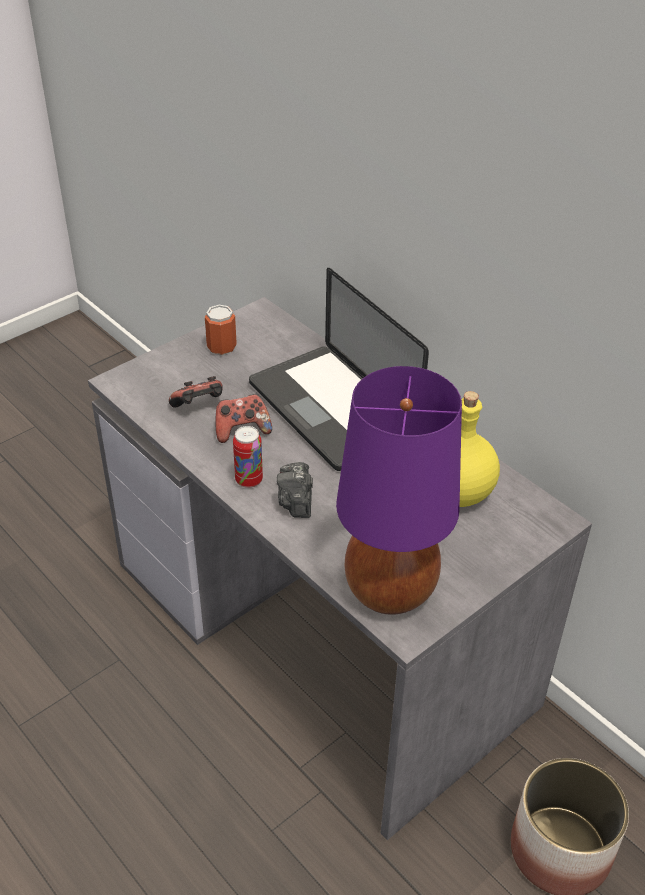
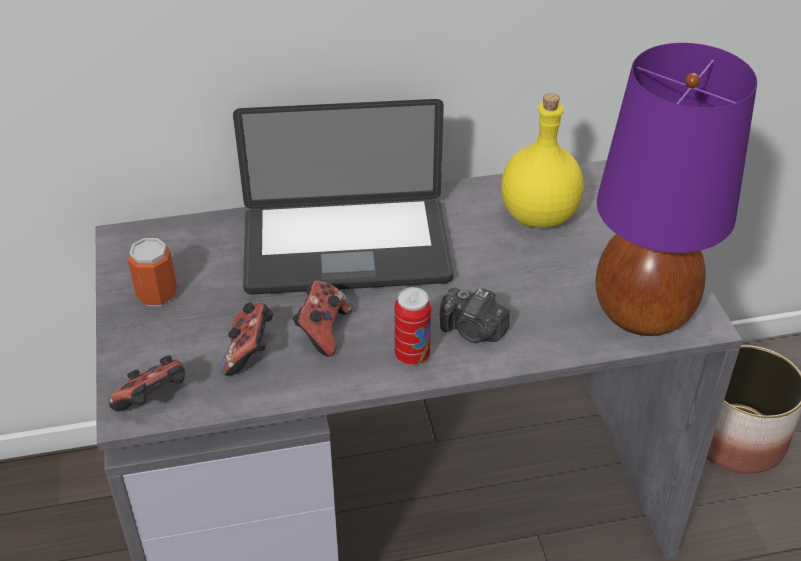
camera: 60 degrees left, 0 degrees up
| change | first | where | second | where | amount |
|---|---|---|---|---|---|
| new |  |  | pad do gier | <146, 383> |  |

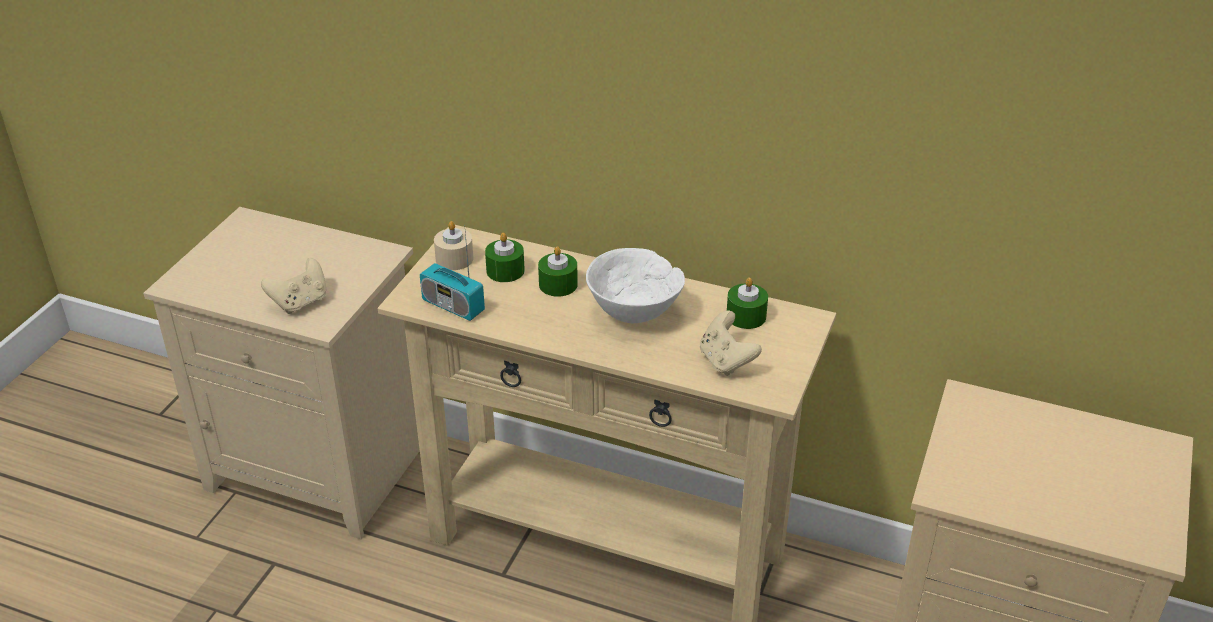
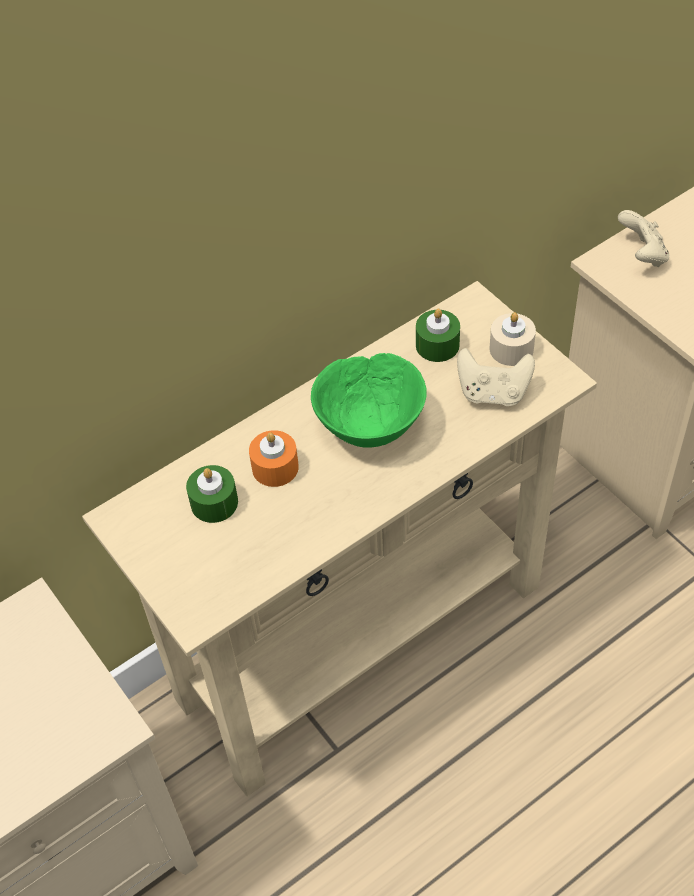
camera: 55 degrees left, 15 degrees up
| change | first | where | second | where | amount |
|---|---|---|---|---|---|
| shifted | świeca [beżowy] | <454, 245> |  | <513, 339> |  |
| gone | radio | <452, 273> |  |  |  |
| repainted | świeca [zielony] | <558, 271> | świeca [pomarańczowy] | <274, 458> |  |
| repainted | miska [biały] | <635, 286> | miska [zielony] | <369, 400> |  |
| shifted | pad do gier [beżowy] | <293, 286> |  | <643, 238> |  |

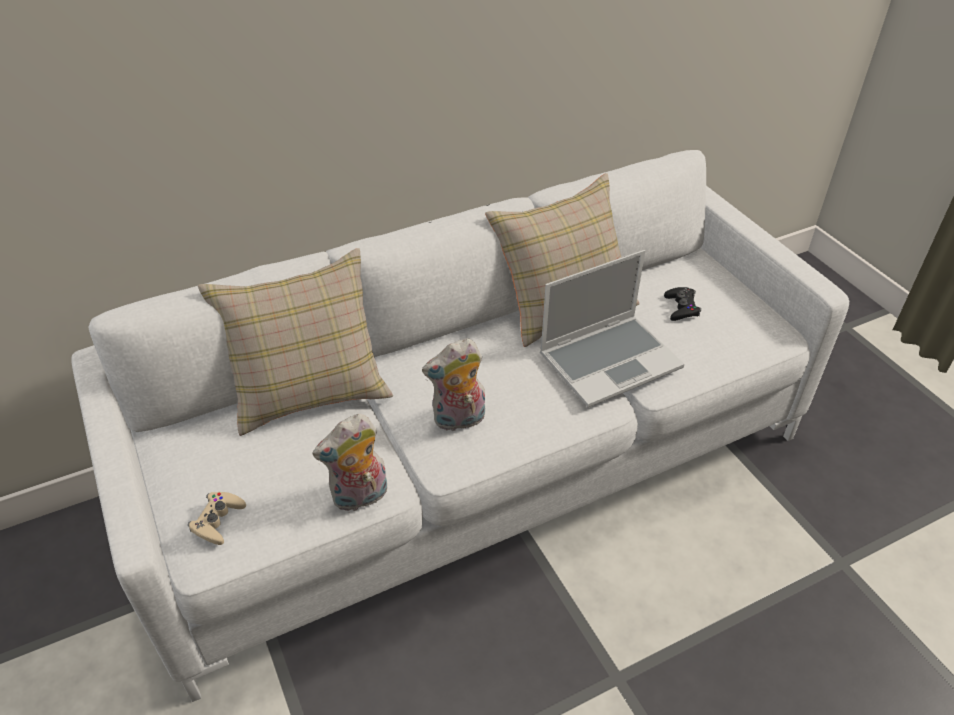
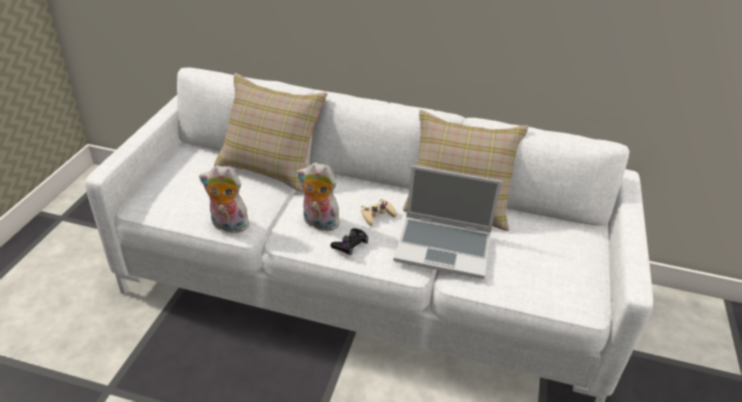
camera: 40 degrees right, 5 degrees down
| change | first | where | second | where | amount |
|---|---|---|---|---|---|
| shifted | pad do gier [czarny] | <682, 304> |  | <349, 241> |  |
| shifted | pad do gier [beżowy] | <217, 518> |  | <379, 212> |  |

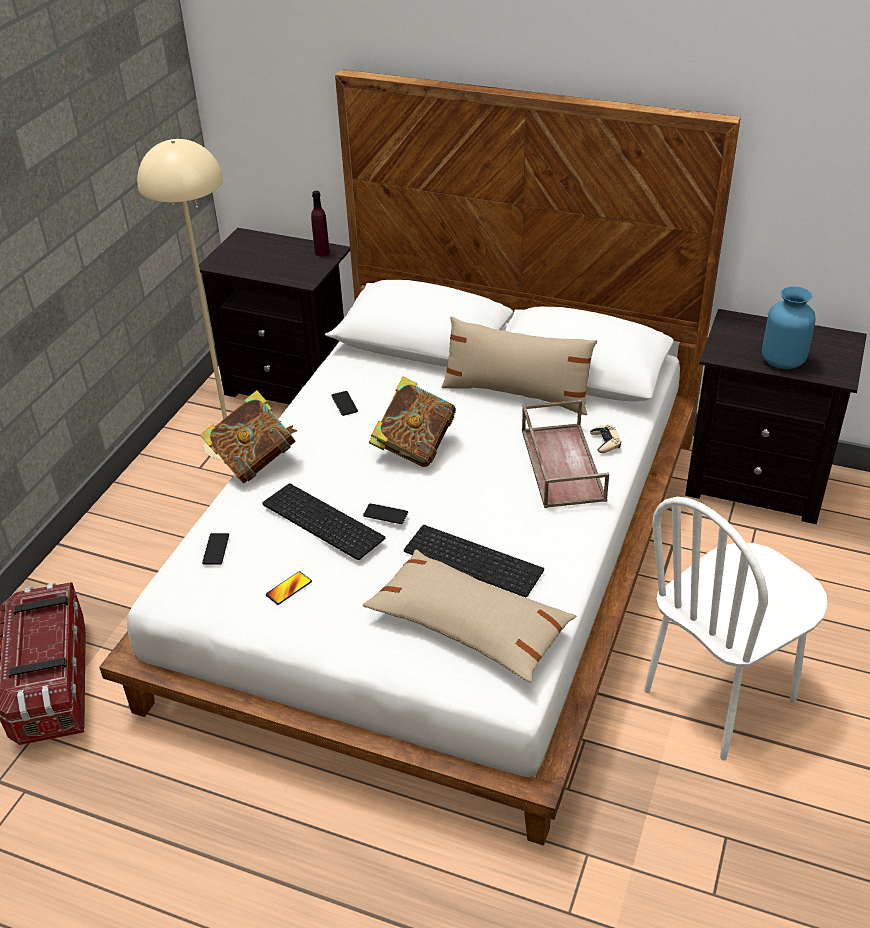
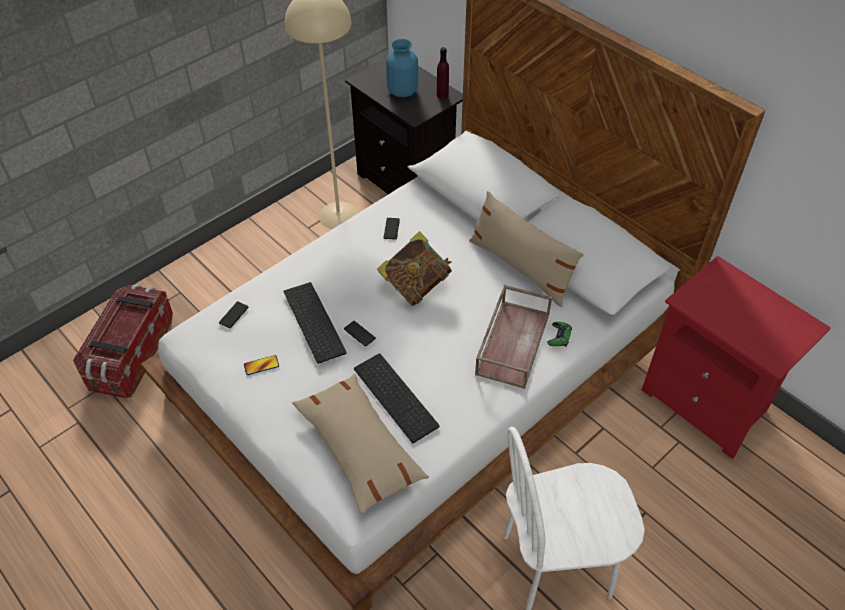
camera: 25 degrees right, 10 degrees up
| change | first | where | second | where | amount |
|---|---|---|---|---|---|
| shifted | wazon [niebieski] | <788, 327> |  | <402, 68> |  |
| repainted | szafka nocna [czarny] | <776, 416> | szafka nocna [czerwony] | <736, 357> |  |
| gone | książka | <249, 437> |  |  |  |
| repainted | pad do gier [beżowy] | <605, 439> | pad do gier [zielony] | <559, 334> |  |

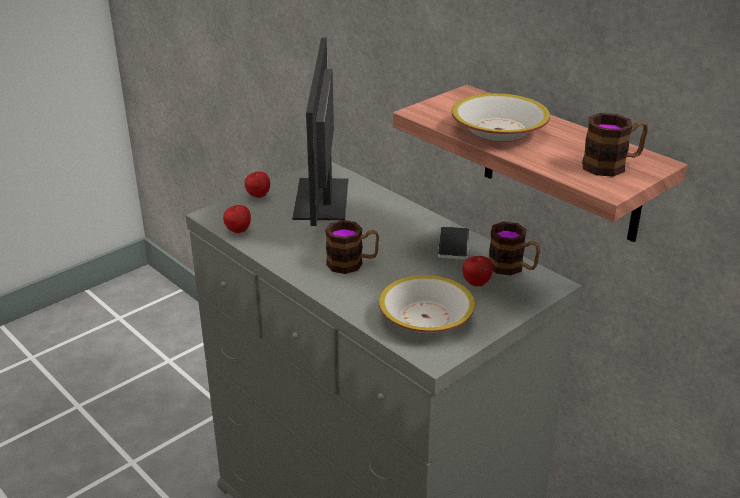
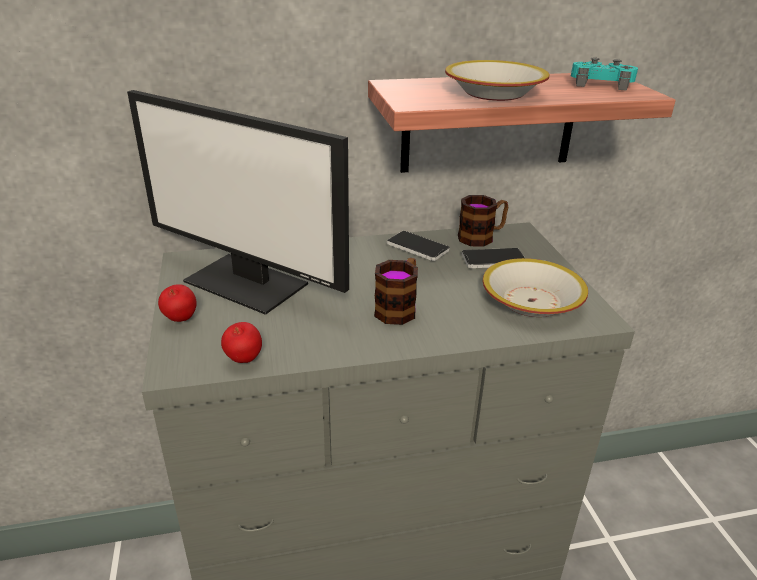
camera: 60 degrees left, 0 degrees up
| change | first | where | second | where | amount |
|---|---|---|---|---|---|
| swapped | kubek | <615, 145> | pad do gier [turkusowy] | <604, 73> |  |
| swapped | jabłko | <477, 271> | telefon | <493, 258> |  |

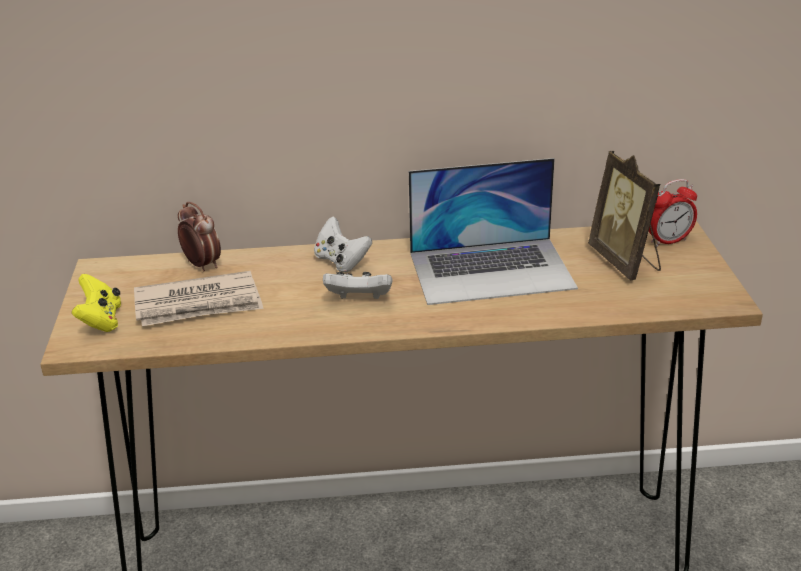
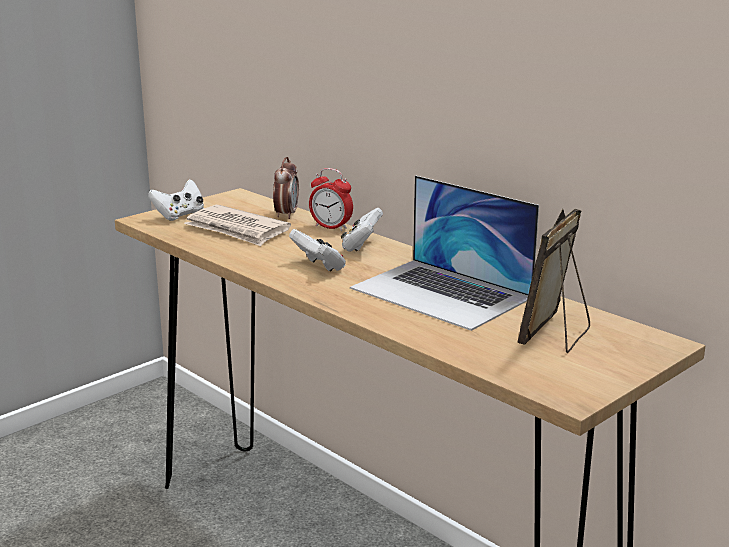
camera: 50 degrees right, 10 degrees down
| change | first | where | second | where | amount |
|---|---|---|---|---|---|
| shifted | budzik | <673, 213> |  | <331, 199> |  |
| repainted | pad do gier [żółty] | <96, 303> | pad do gier [biały] | <176, 200> |  |

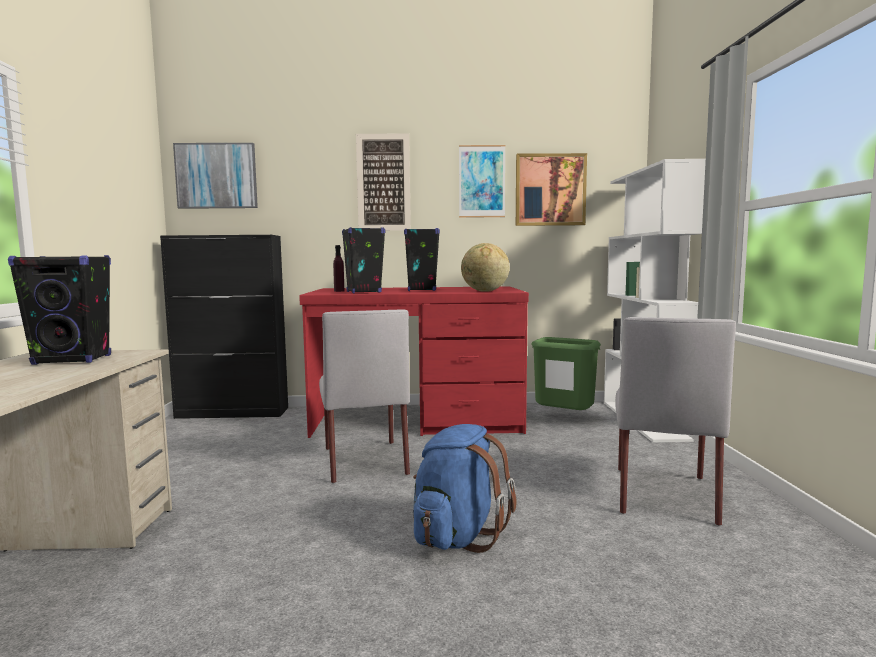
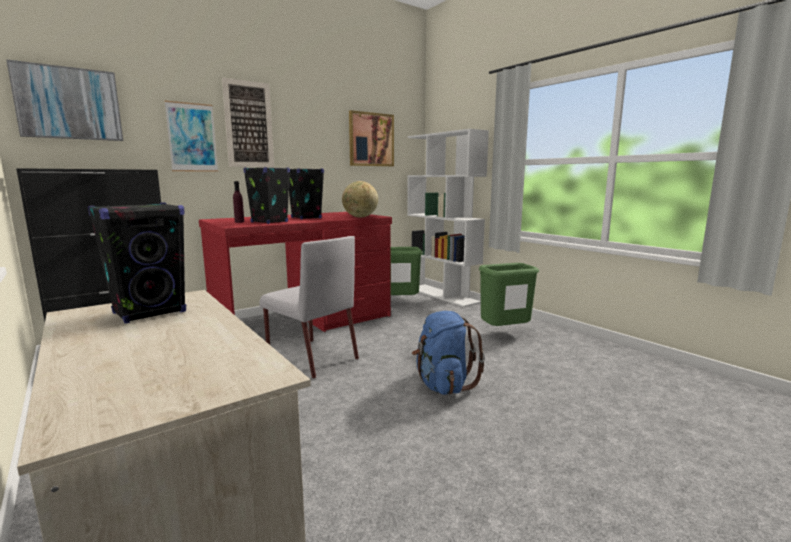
camera: 35 degrees left, 5 degrees up
| change | first | where | second | where | amount |
|---|---|---|---|---|---|
| shifted | obraz | <482, 181> |  | <191, 136> |  |
| swapped | krzesło [szary] | <675, 421> | kosz na śmieci [zielony] | <508, 294> |  |

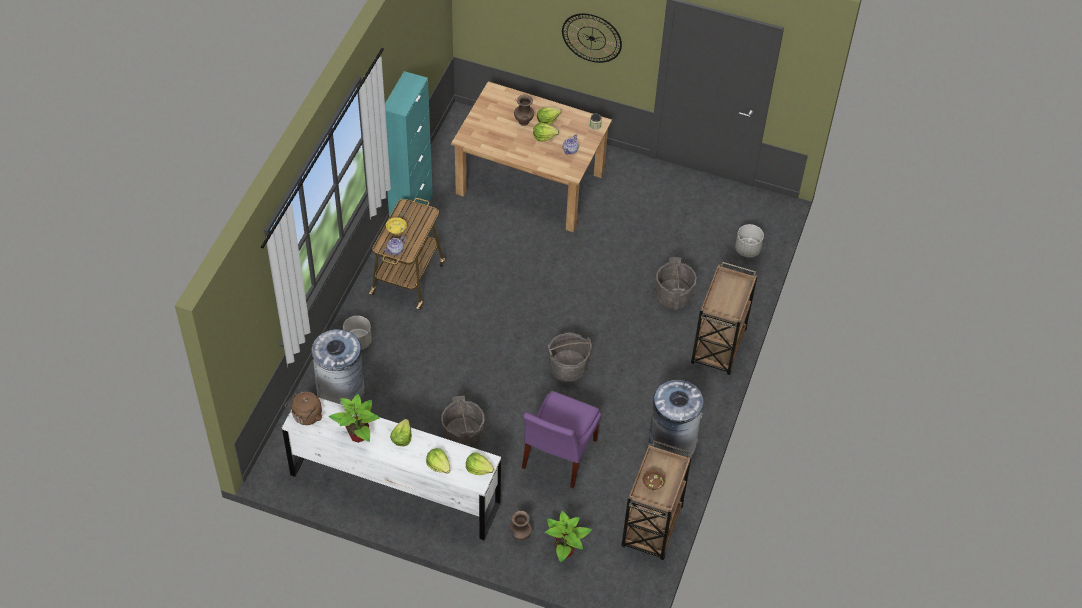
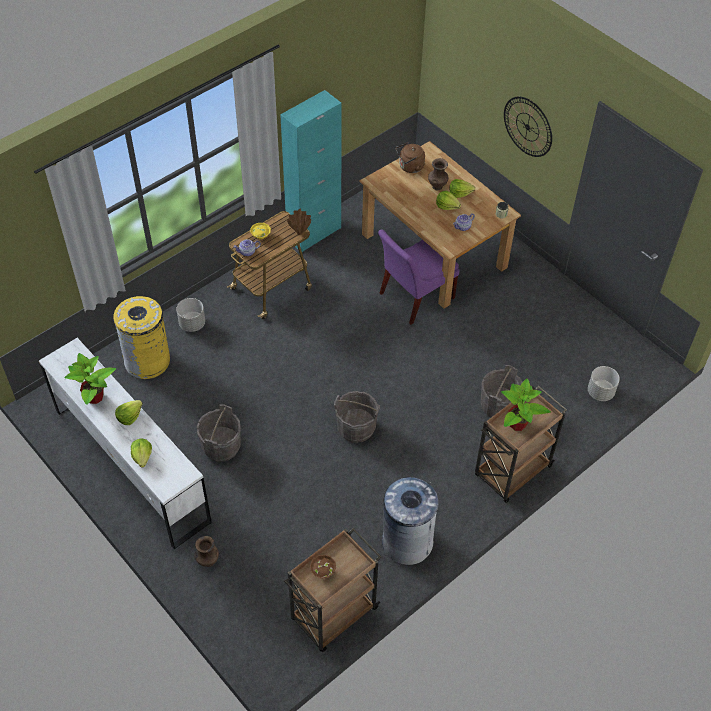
camera: 30 degrees right, 0 degrees up
| change | first | where | second | where | amount |
|---|---|---|---|---|---|
| repainted | kosz na śmieci [szary] | <338, 367> | kosz na śmieci [żółty] | <141, 337> |  |
| shifted | krzesło [fioletowy] | <561, 439> |  | <419, 277> |  |
| shifted | czajnik [brązowy] | <303, 408> |  | <410, 157> |  |
| gone | sałata | <480, 463> |  |  |  |
| shifted | roślina doniczkowa | <568, 536> |  | <526, 404> |  |
| new |  |  | wazon [brązowy] | <299, 221> |  |

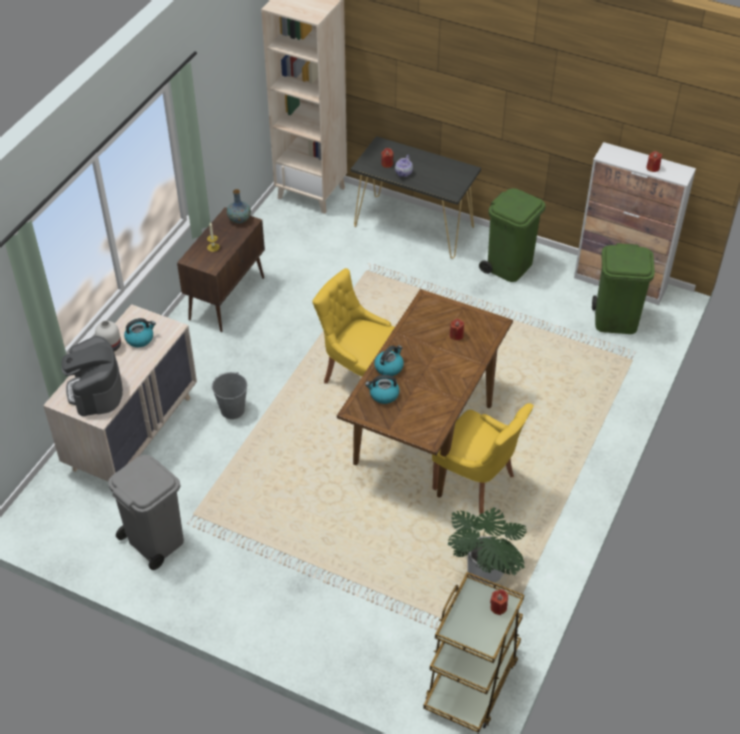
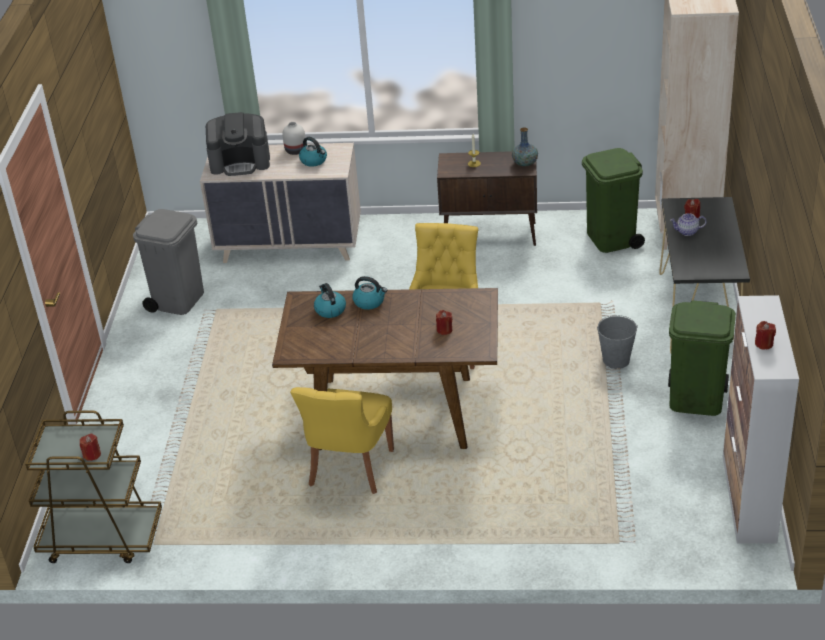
camera: 70 degrees right, 10 degrees down
| change | first | where | second | where | amount |
|---|---|---|---|---|---|
| shifted | kosz na śmieci [zielony] | <623, 288> |  | <613, 200> |  |
| rotated | ekspres do kawy | <92, 376> |  | <238, 144> | 150 degrees counterclockwise |
| shifted | wiadro [szary] | <229, 395> |  | <617, 342> |  |
| gone | roślina doniczkowa | <487, 545> |  |  |  |

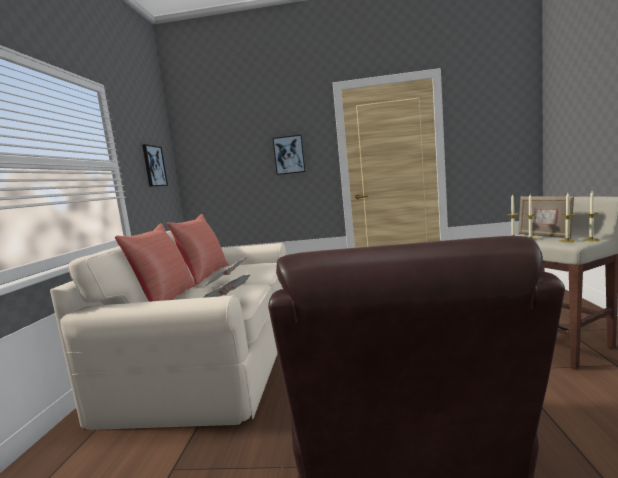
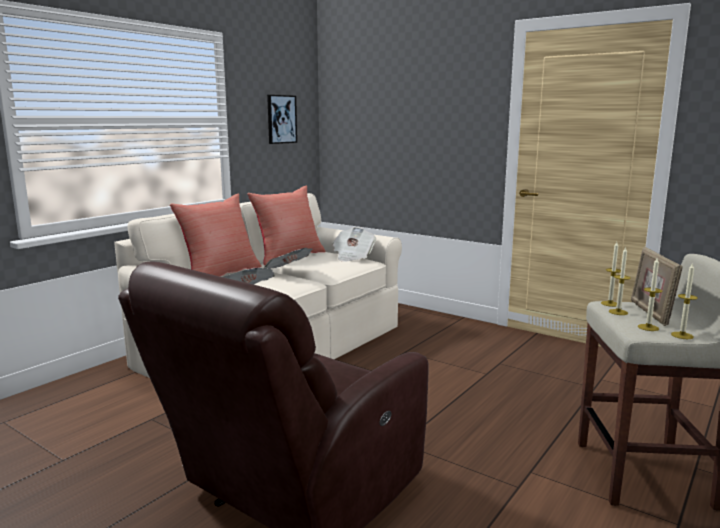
camera: 30 degrees right, 5 degrees up
| change | first | where | second | where | amount |
|---|---|---|---|---|---|
| gone | obraz | <289, 155> |  |  |  |
| new |  |  | gazeta | <354, 244> |  |

